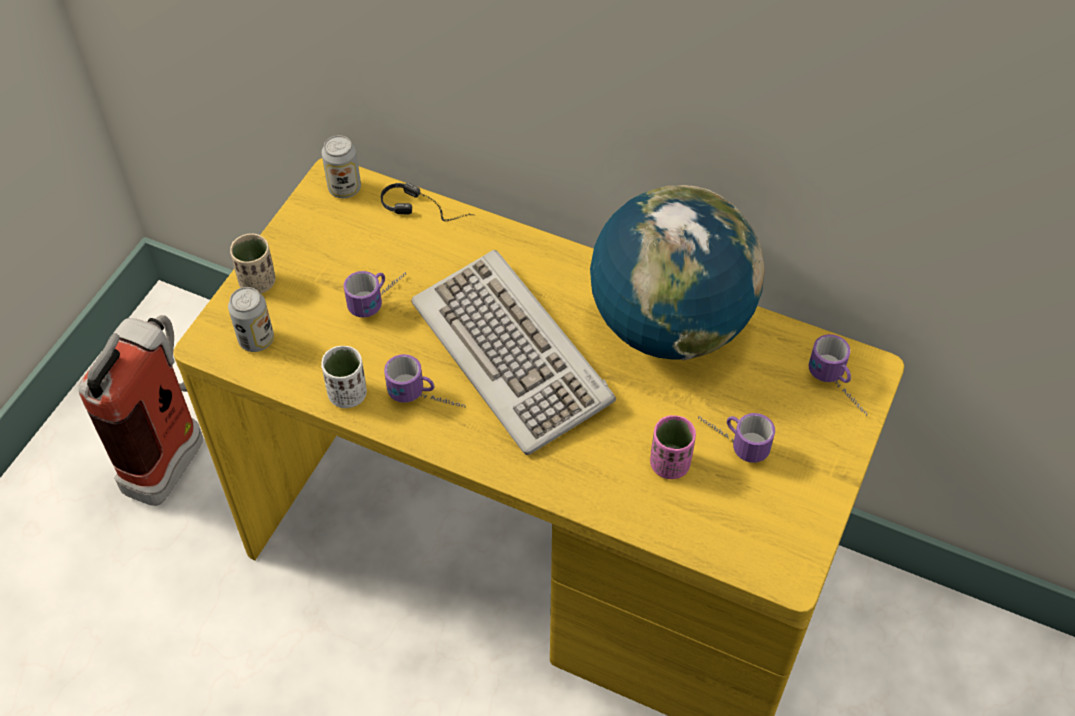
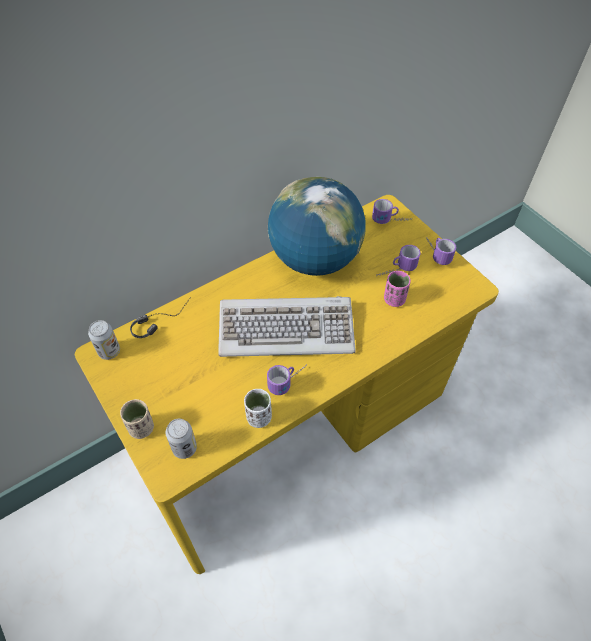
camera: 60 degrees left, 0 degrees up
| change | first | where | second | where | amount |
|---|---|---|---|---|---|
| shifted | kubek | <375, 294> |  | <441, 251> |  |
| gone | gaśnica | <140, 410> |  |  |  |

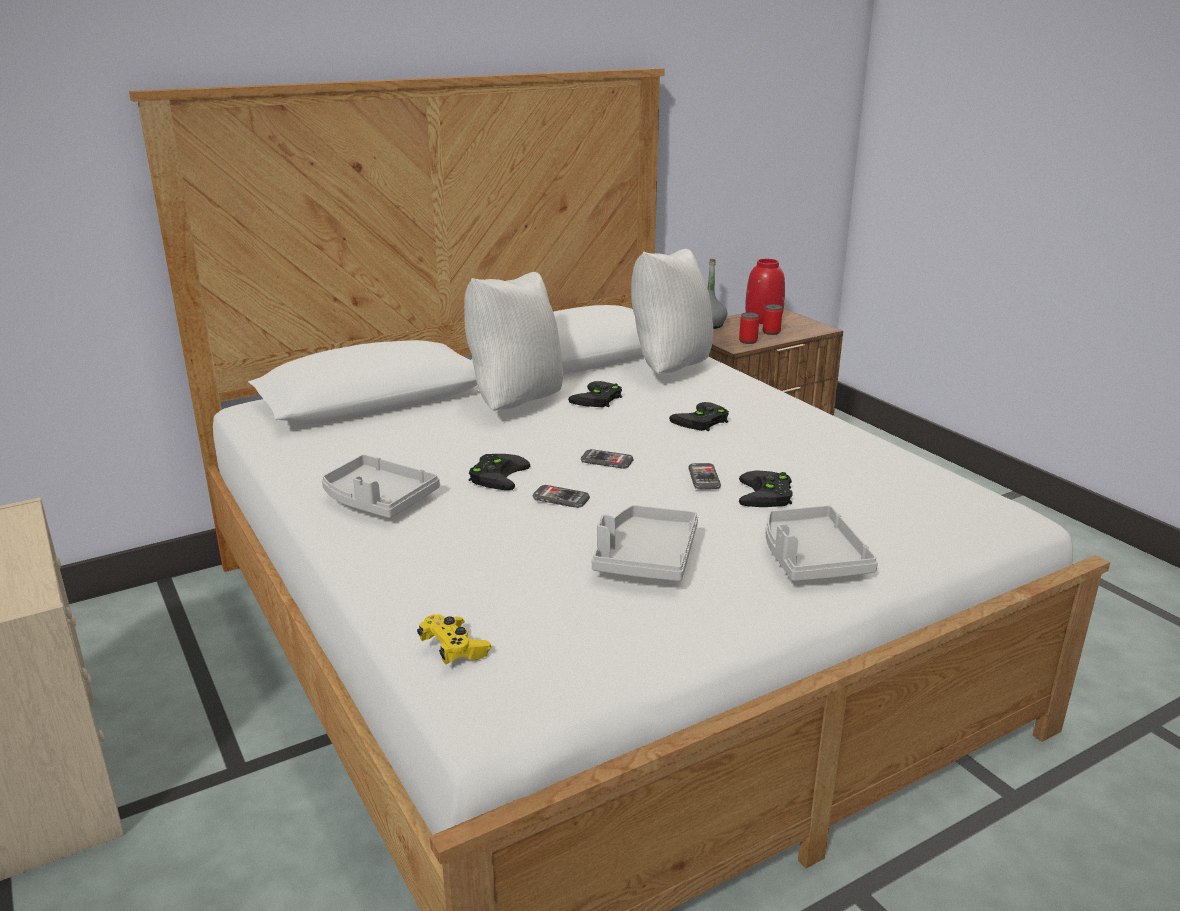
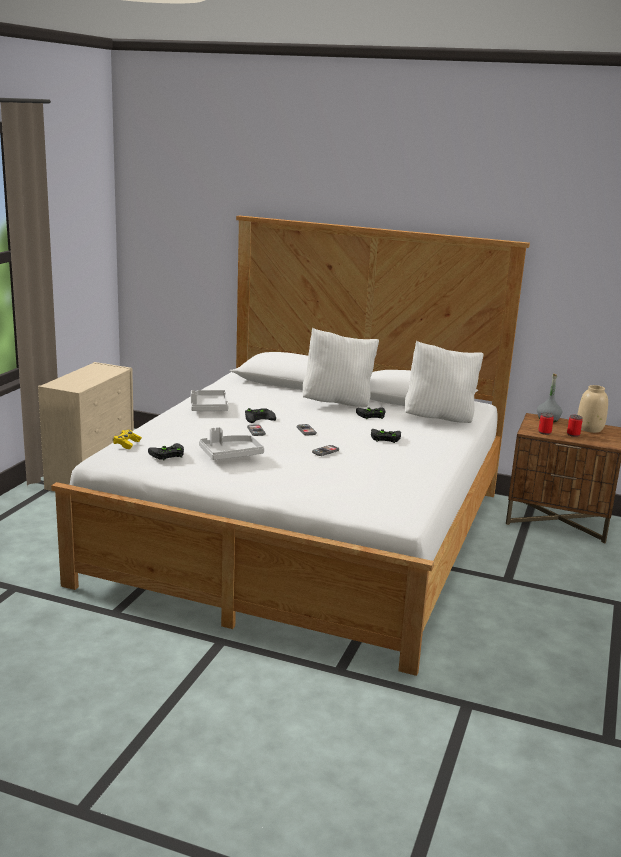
camera: 50 degrees right, 5 degrees down
| change | first | where | second | where | amount |
|---|---|---|---|---|---|
| repainted | wazon [czerwony] | <765, 291> | wazon [beżowy] | <593, 409> |  |
| shifted | pad do gier [czarny] | <766, 488> |  | <166, 451> |  |
| gone | taca [szary] | <822, 543> |  |  |  |

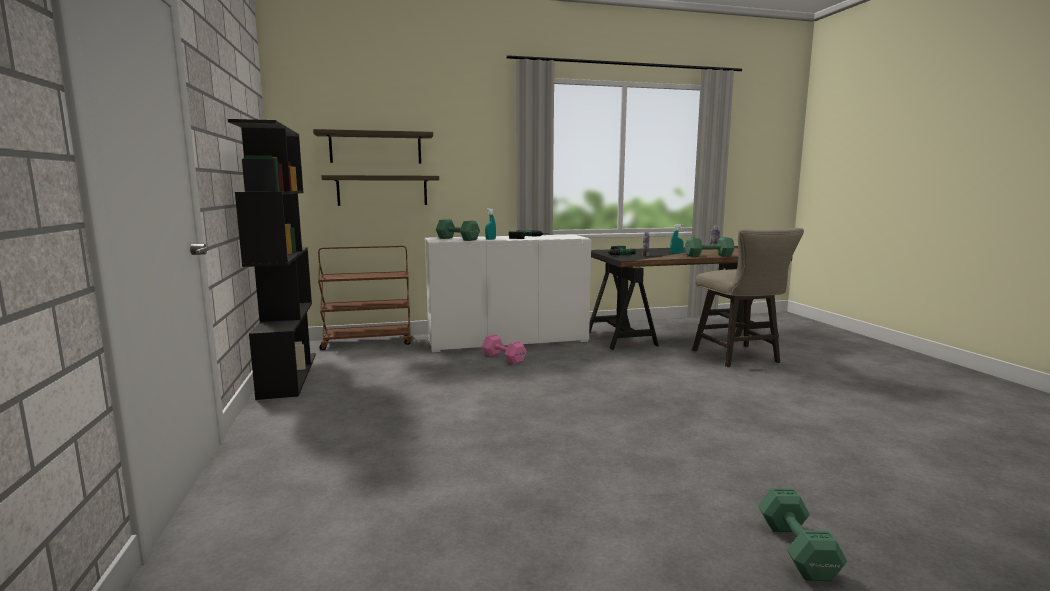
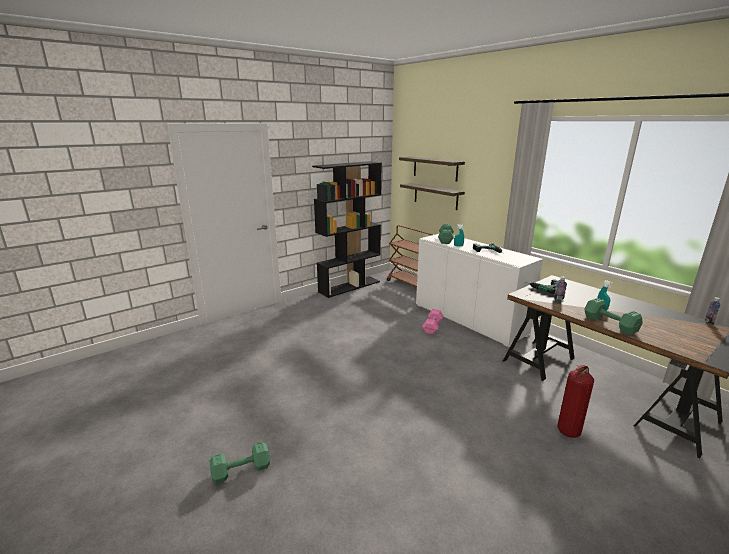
camera: 65 degrees right, 10 degrees up
| change | first | where | second | where | amount |
|---|---|---|---|---|---|
| swapped | stołek [beżowy] | <748, 297> | gaśnica | <575, 401> |  |

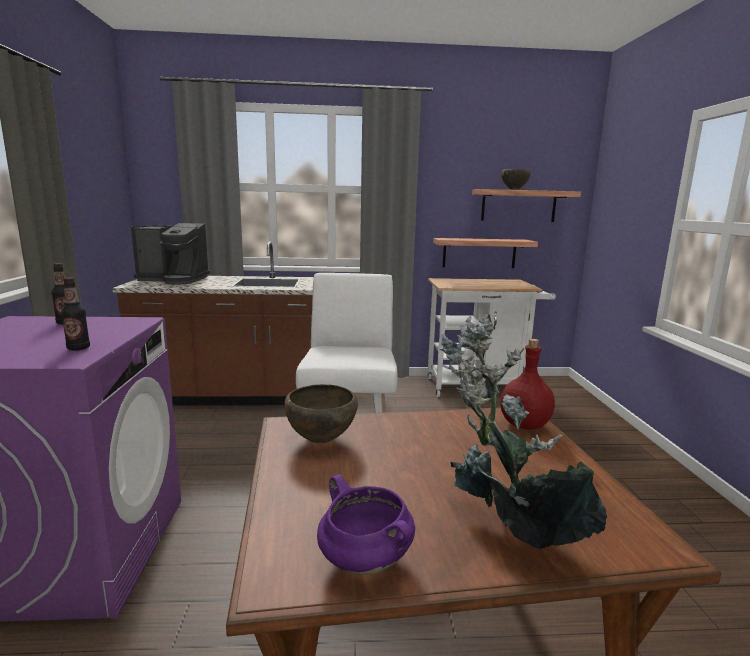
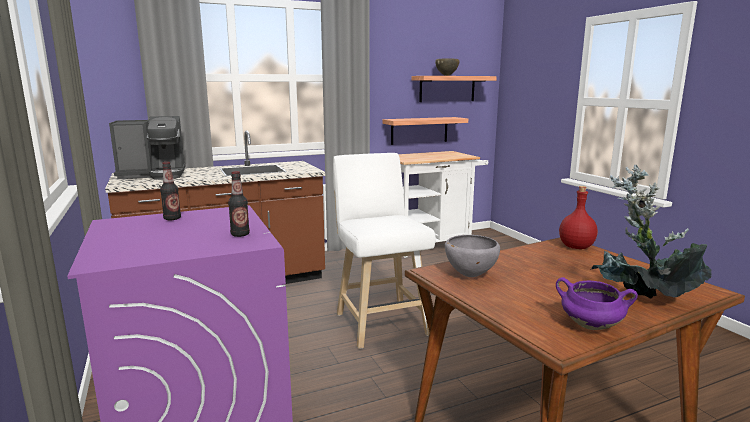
camera: 20 degrees left, 0 degrees up
| change | first | where | second | where | amount |
|---|---|---|---|---|---|
| repainted | miska [brązowy] | <321, 413> | miska [szary] | <472, 256> |  |

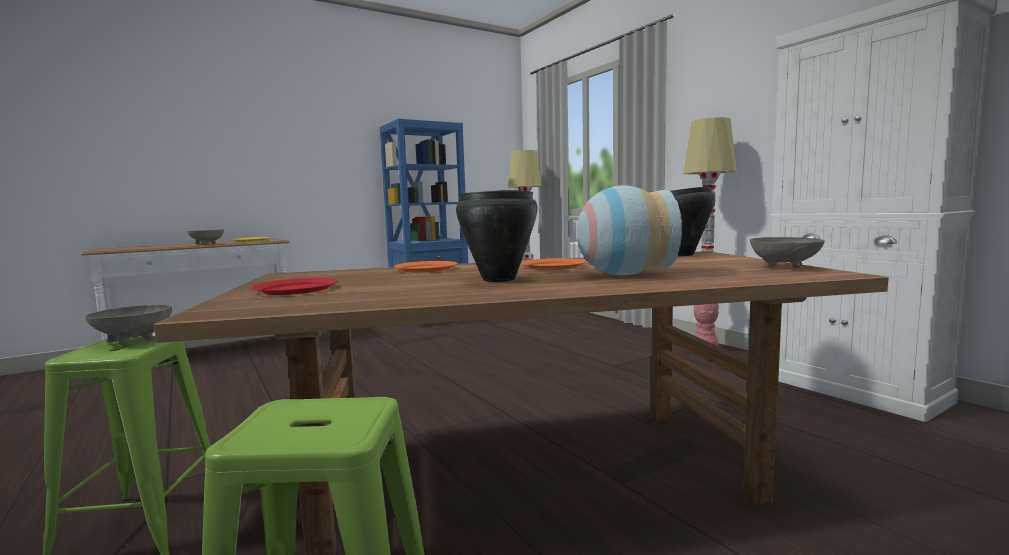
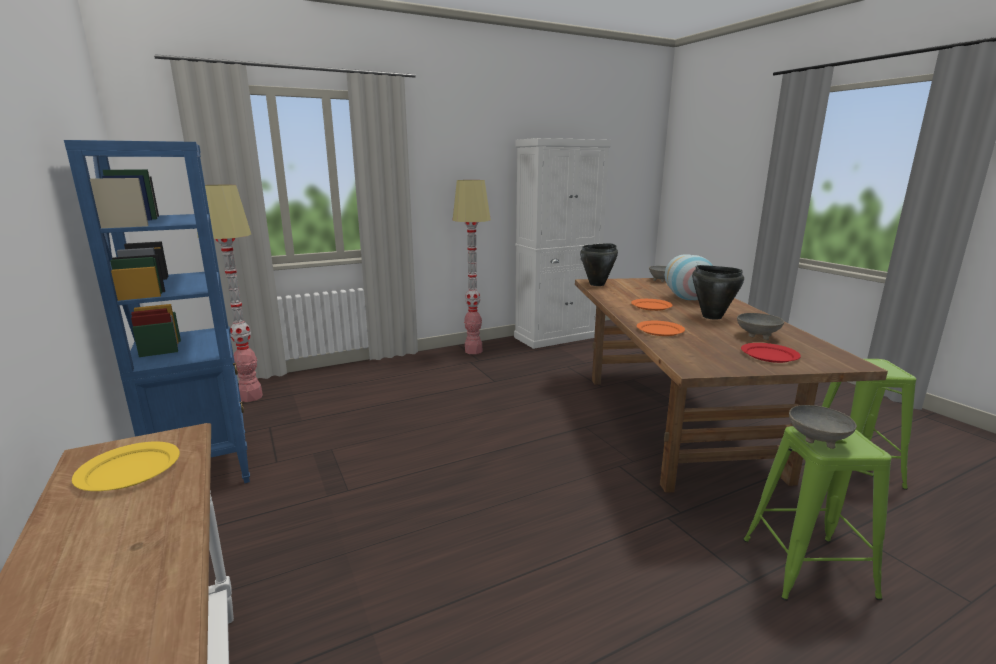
camera: 85 degrees left, 10 degrees up
| change | first | where | second | where | amount |
|---|---|---|---|---|---|
| shifted | miska [szary] | <205, 237> |  | <760, 326> |  |

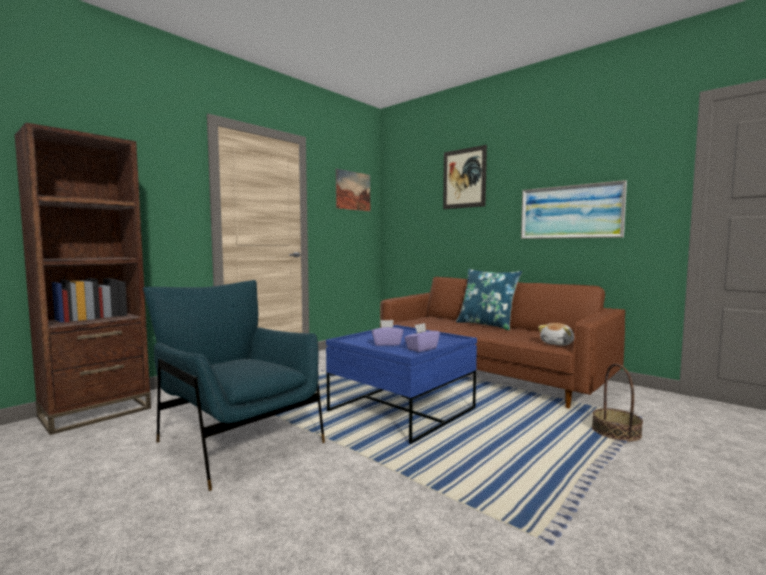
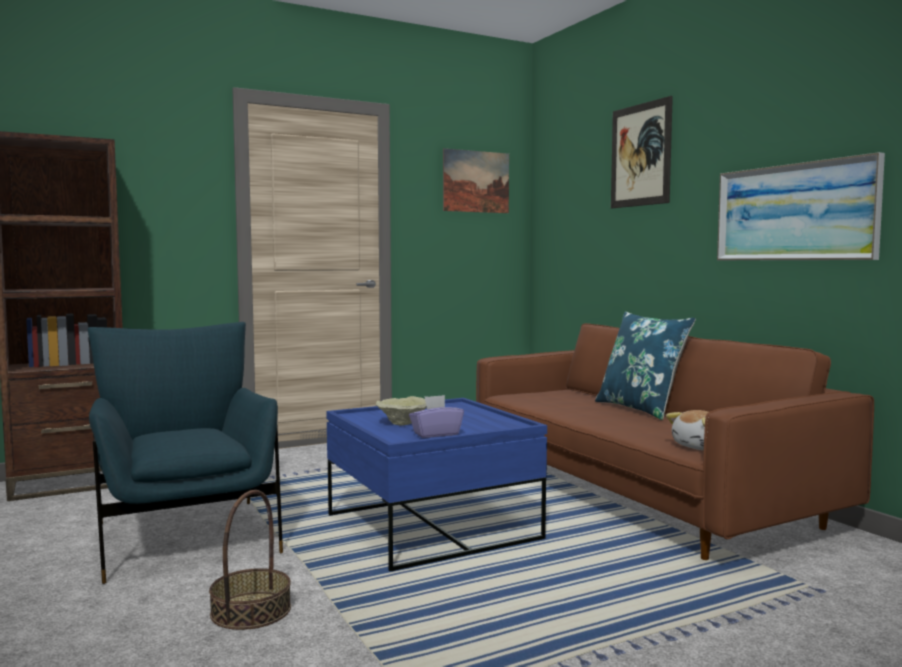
camera: 20 degrees right, 0 degrees up
| change | first | where | second | where | amount |
|---|---|---|---|---|---|
| swapped | pudełko chusteczek [fioletowy] | <387, 333> | miska [beżowy] | <401, 411> |  |
| shifted | koszyk | <617, 402> |  | <250, 560> |  |

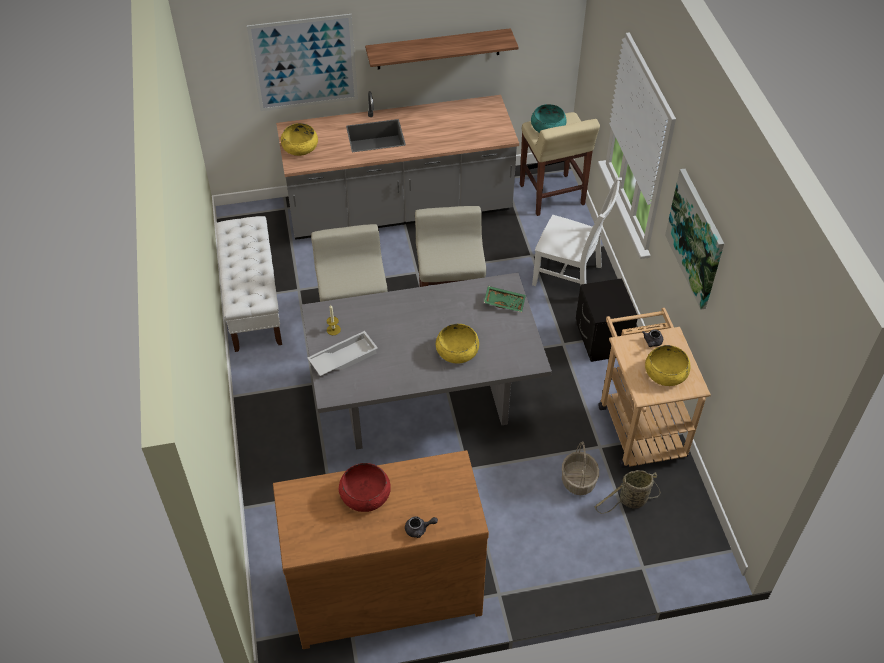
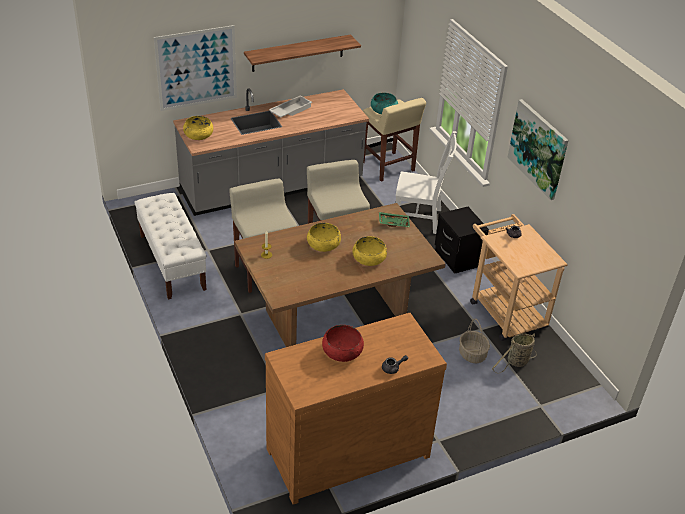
camera: 15 degrees left, 10 degrees down
| change | first | where | second | where | amount |
|---|---|---|---|---|---|
| repainted | stół jadalny [szary] | <426, 361> | stół jadalny [brązowy] | <340, 275> |  |
| shifted | taca [biały] | <343, 353> |  | <290, 106> |  |
| shifted | miska [żółty] | <667, 365> |  | <324, 237> |  |

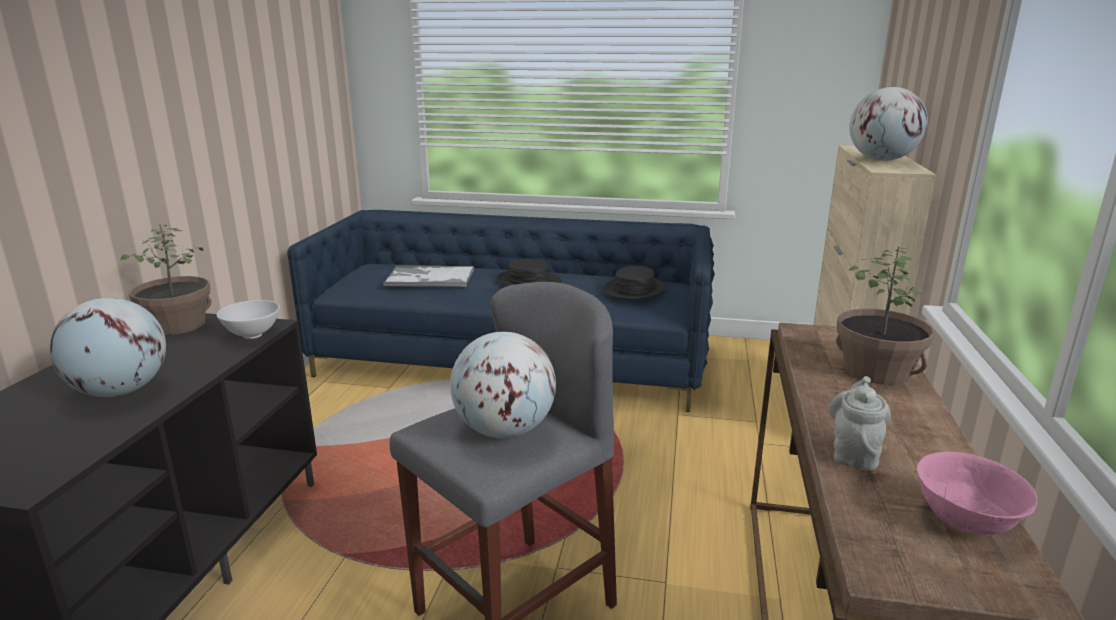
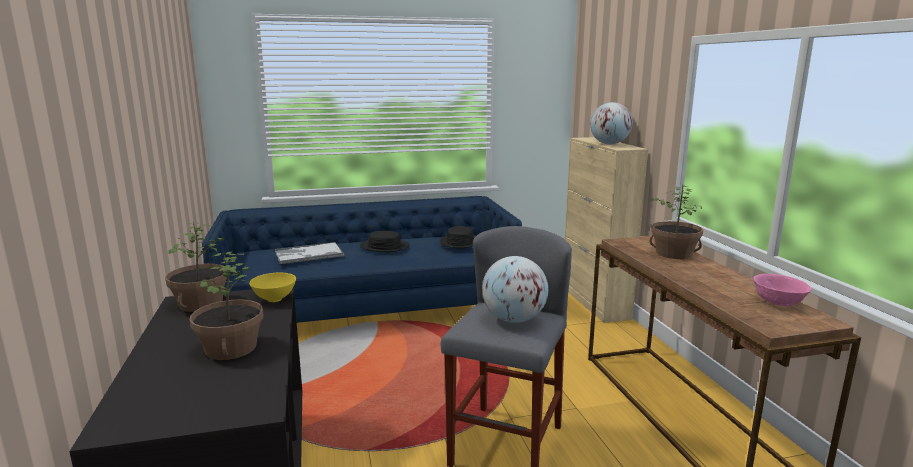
camera: 25 degrees left, 5 degrees down
| change | first | where | second | where | amount |
|---|---|---|---|---|---|
| swapped | globus | <107, 347> | roślina doniczkowa | <227, 306> |  |
| repainted | miska [biały] | <248, 319> | miska [żółty] | <272, 287> |  |
| gone | imbryk [szary] | <860, 423> |  |  |  |

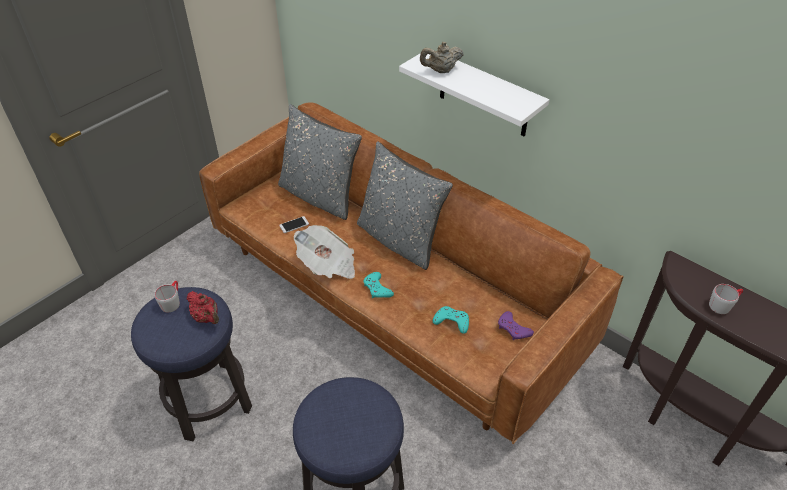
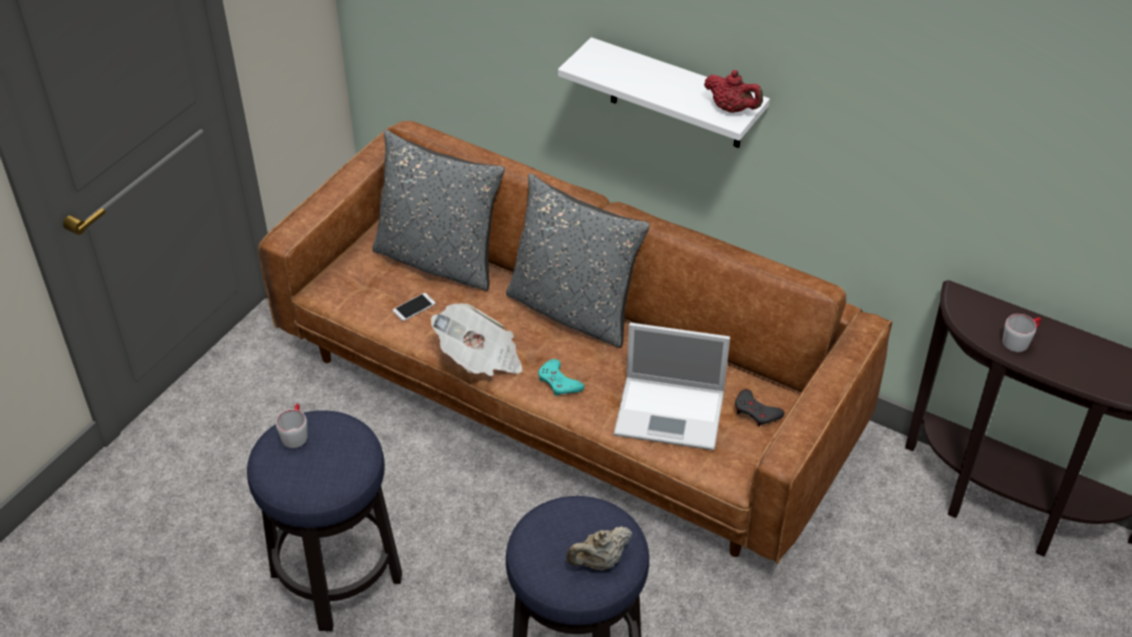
camera: 10 degrees left, 0 degrees up
| change | first | where | second | where | amount |
|---|---|---|---|---|---|
| shifted | imbryk [beżowy] | <442, 57> |  | <599, 548> |  |
| shifted | imbryk [czerwony] | <203, 307> |  | <733, 91> |  |
| swapped | pad do gier [turkusowy] | <451, 320> | laptop | <672, 386> |  |
| repainted | pad do gier [fioletowy] | <516, 325> | pad do gier [szary] | <760, 408> |  |

